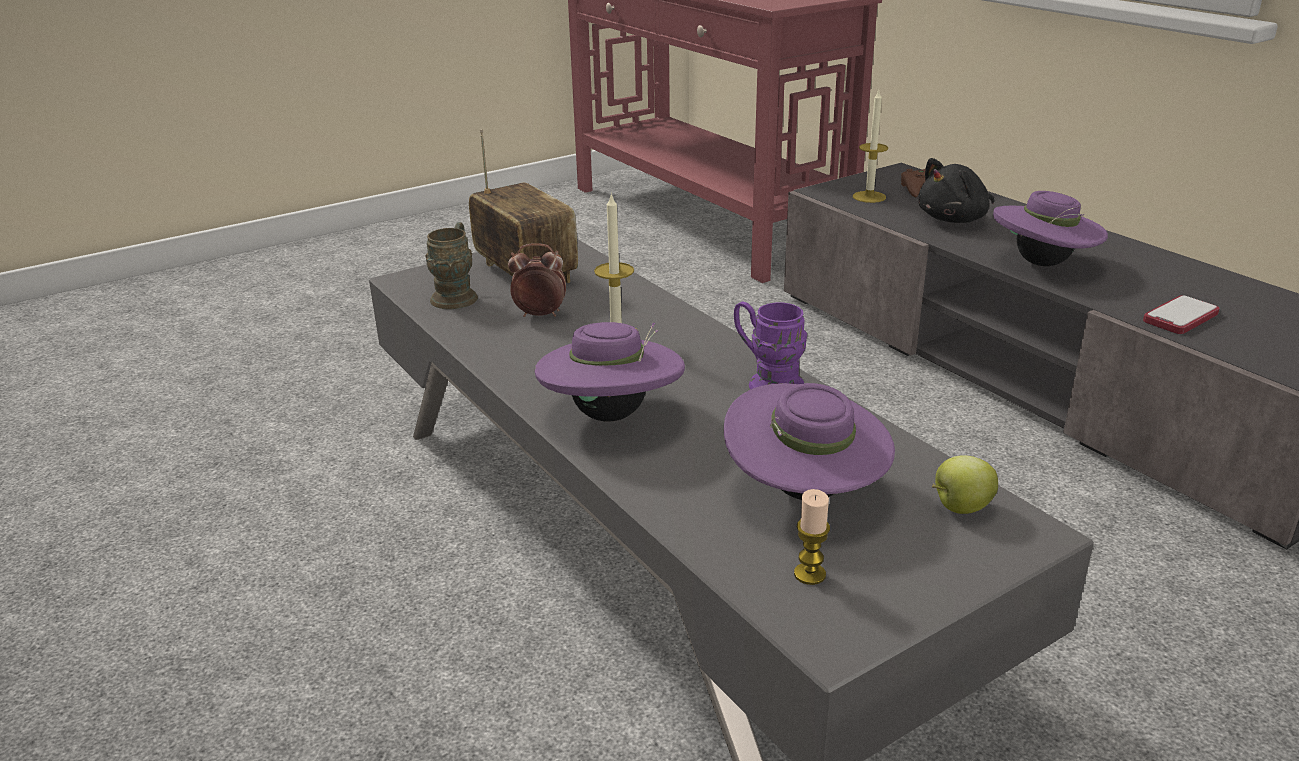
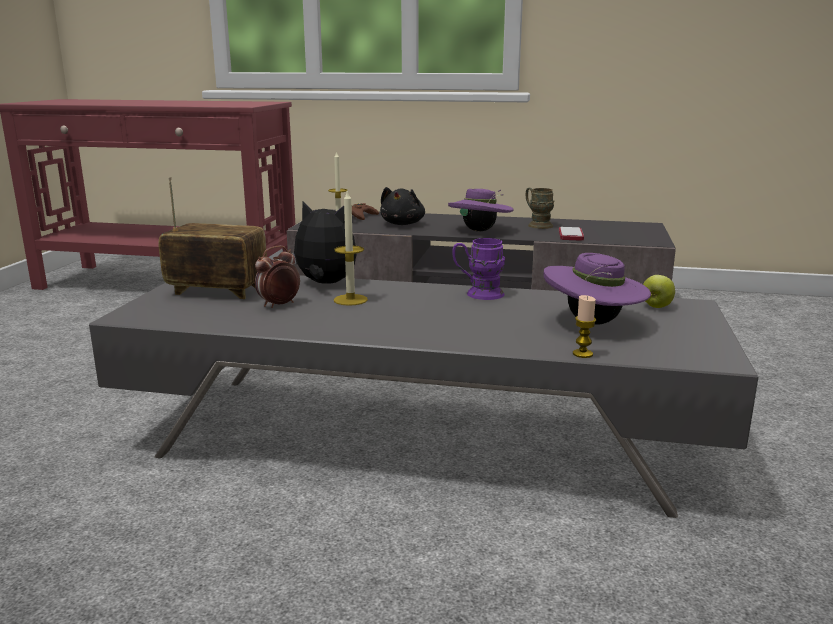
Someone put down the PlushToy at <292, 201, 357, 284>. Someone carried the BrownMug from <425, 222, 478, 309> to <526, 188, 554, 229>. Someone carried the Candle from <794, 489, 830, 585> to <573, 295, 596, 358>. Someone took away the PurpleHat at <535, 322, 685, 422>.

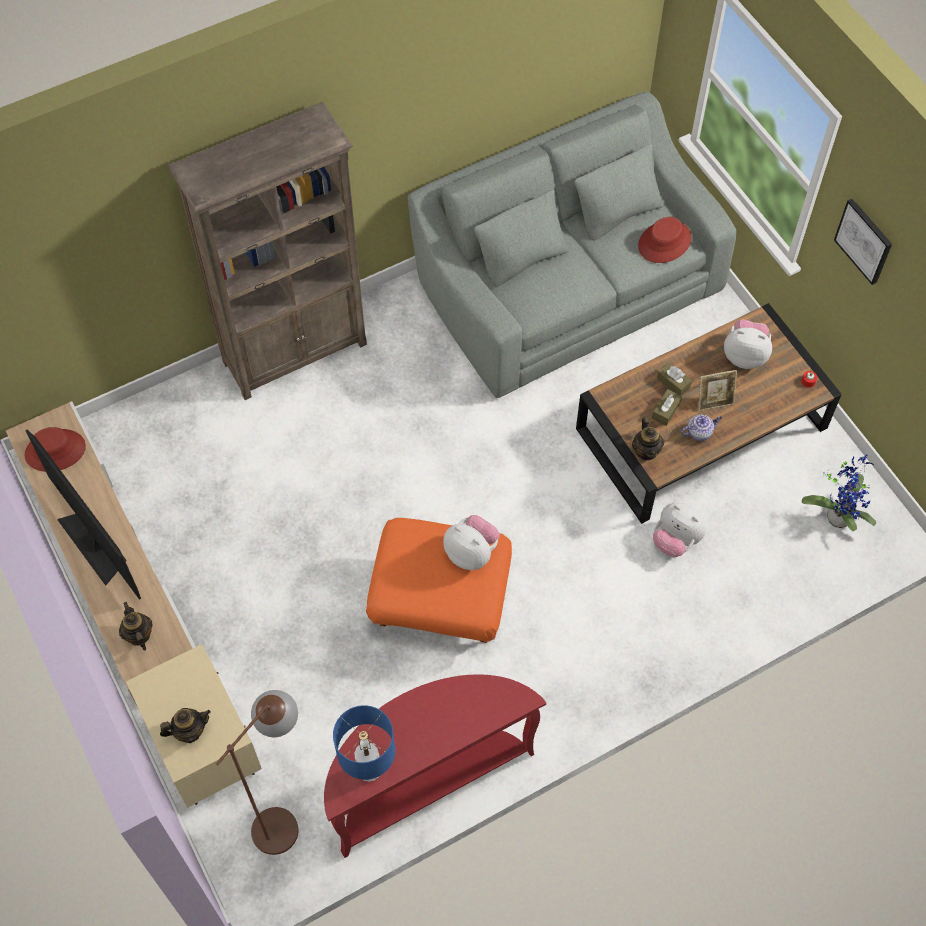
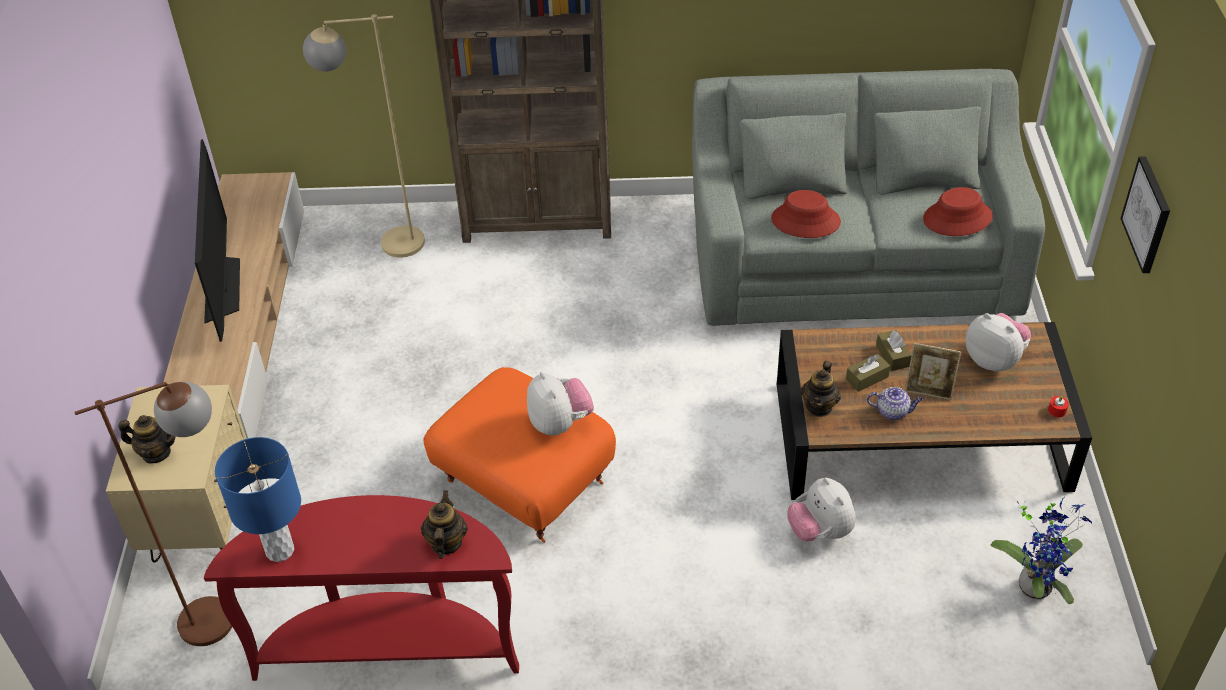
Someone put down the BeigeFloorLamp at <303, 14, 425, 258>. Someone carried the Teapot from <119, 602, 153, 651> to <421, 490, 468, 559>. Someone carried the RedHat from <25, 427, 86, 472> to <771, 190, 841, 238>.

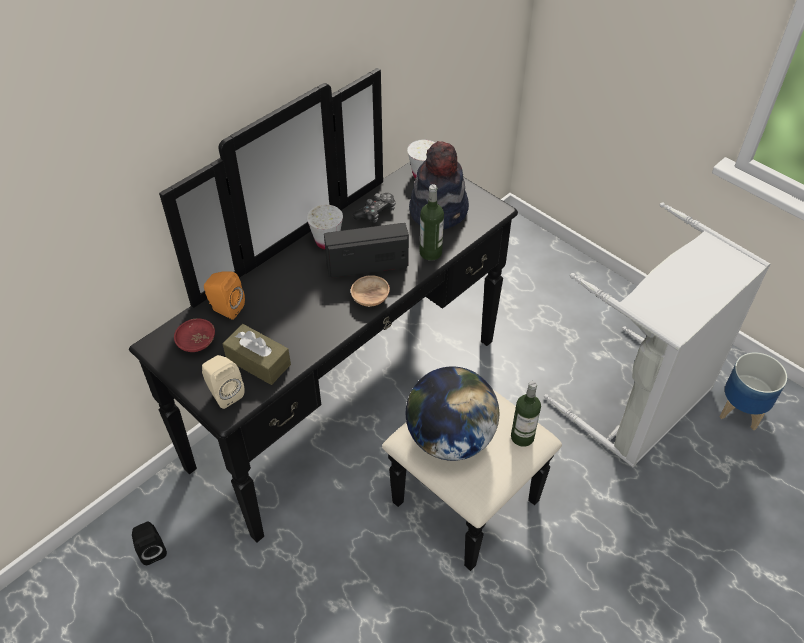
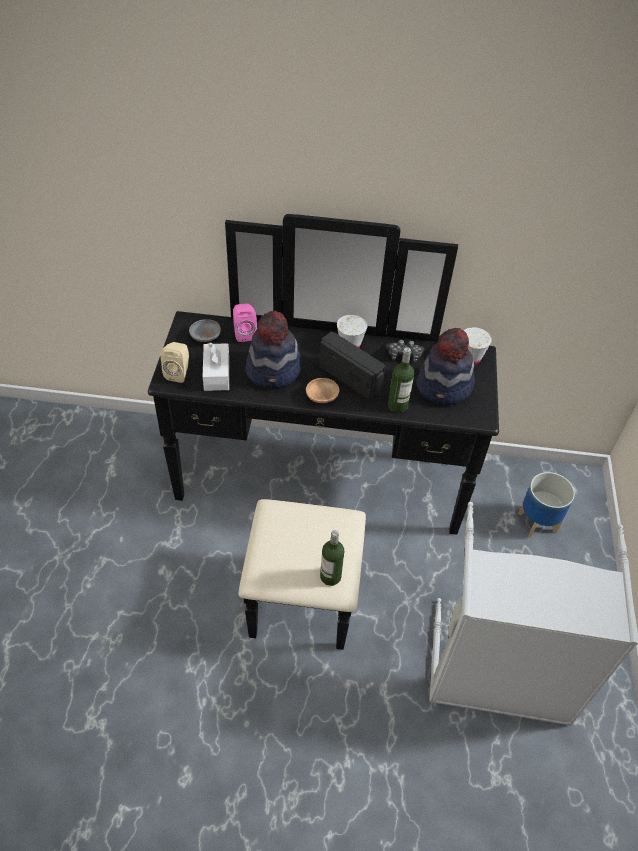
Someone repainted the RedBowl at <174, 318, 215, 352>, which became the GreyBowl at <189, 319, 221, 342>. Someone repainted the BrownTissueBox at <222, 324, 291, 385>, which became the WhiteTissueBox at <203, 343, 229, 391>. Someone repainted the OrangeSpeaker at <204, 271, 245, 320>, which became the PinkSpeaker at <233, 303, 257, 342>. Someone put down the Hat at <246, 310, 302, 388>. Someone carried the Planter from <719, 352, 787, 430> to <518, 472, 575, 538>. Someone took away the BlackSpeaker at <132, 522, 167, 565>. Someone took away the Globe at <406, 366, 499, 461>.

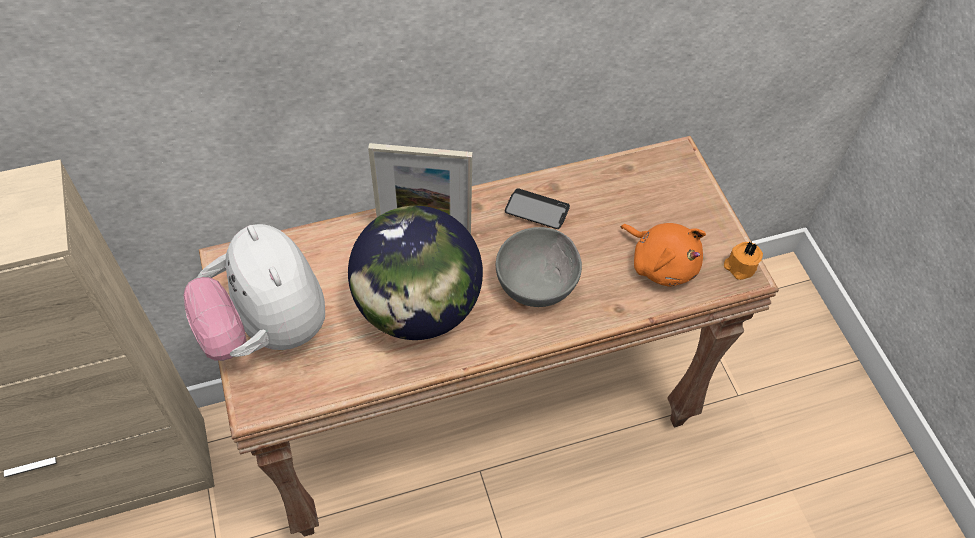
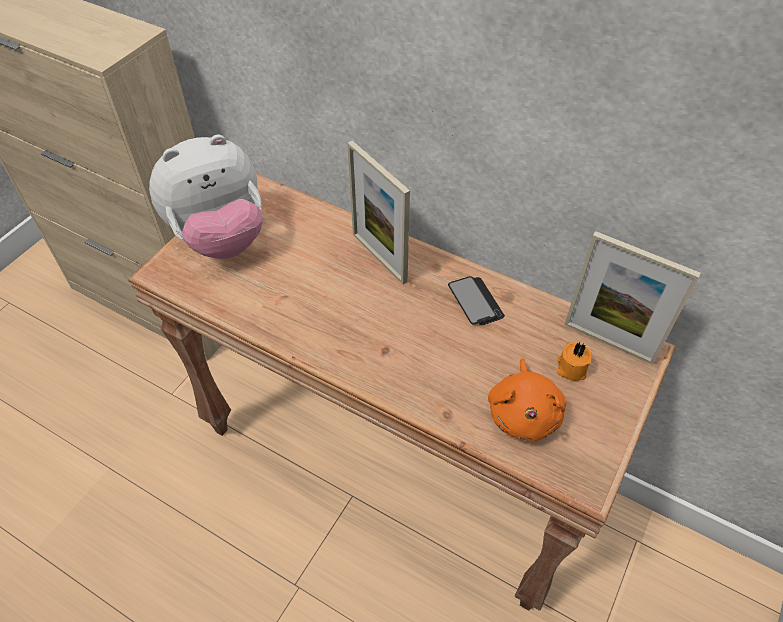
Someone rotated the PlushToy at <183, 224, 325, 361> by 135 degrees counterclockwise. Someone carried the OrangeCandle from <724, 242, 763, 280> to <557, 342, 592, 381>. Someone put down the PictureFrame at <564, 231, 701, 365>. Someone took away the Globe at <348, 206, 483, 340>. Someone took away the GreyBowl at <496, 227, 582, 307>.

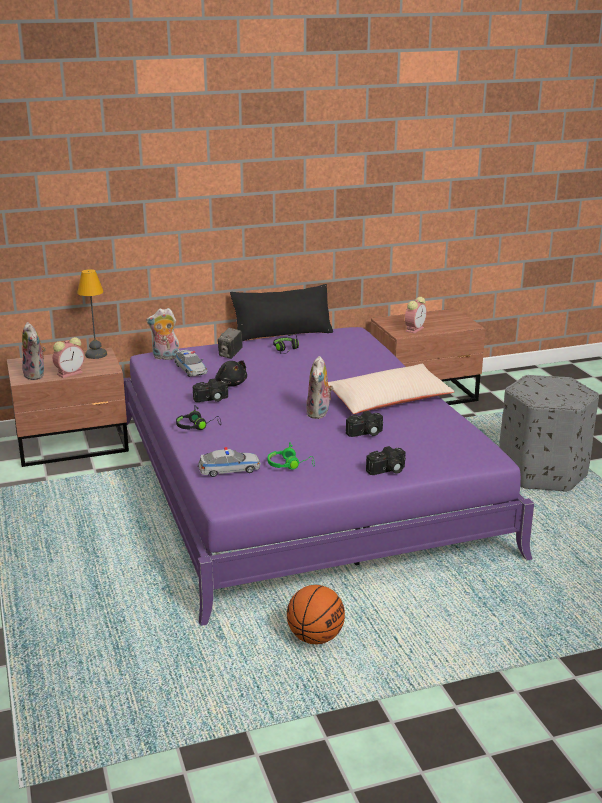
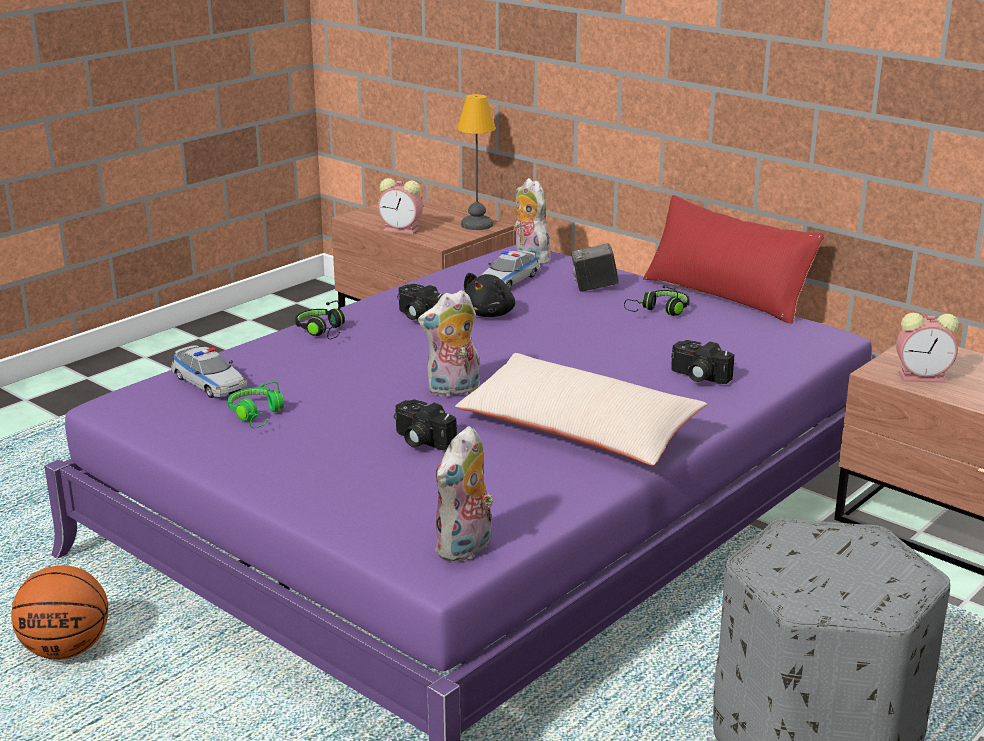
Someone carried the PlushToy from <22, 322, 46, 380> to <435, 426, 494, 563>. Someone repainted the BlackPillow at <230, 284, 333, 341>, which became the RedPillow at <643, 195, 825, 324>. Someone carried the PhotoCamera from <366, 446, 406, 475> to <671, 340, 734, 384>.

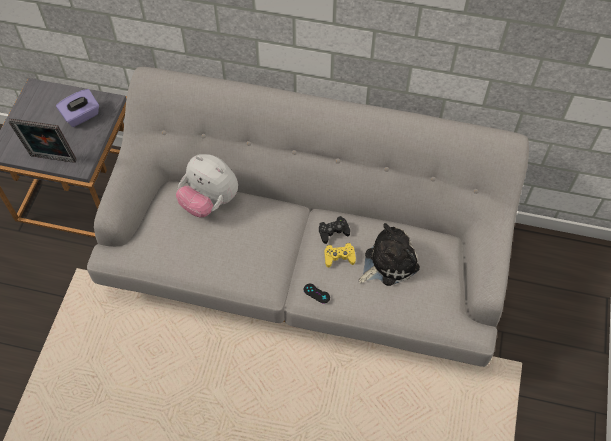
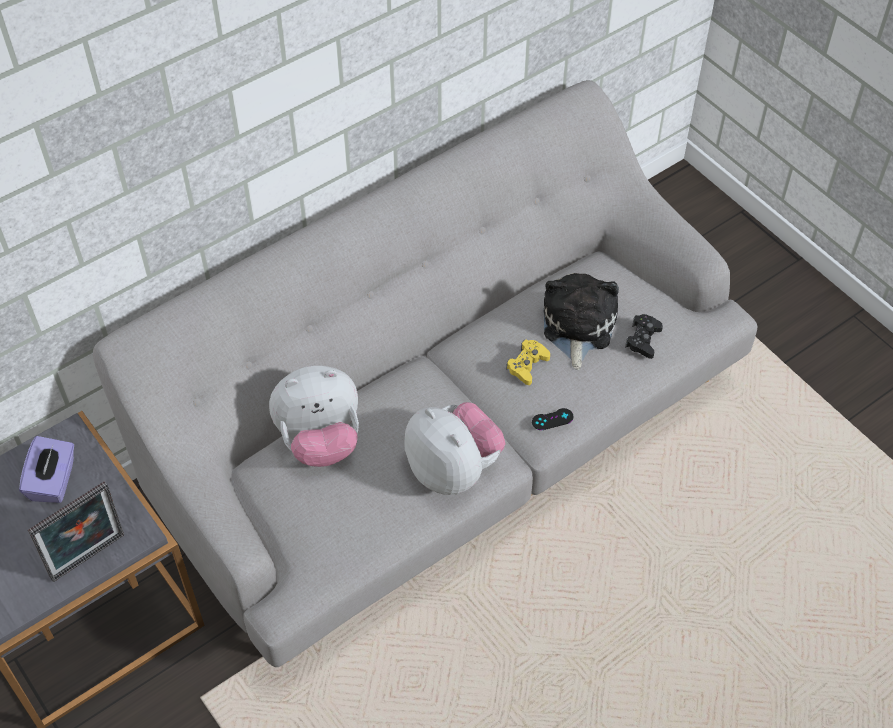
Someone put down the PlushToy at <404, 402, 505, 495>. Someone carried the BlackGameController from <319, 216, 350, 244> to <625, 314, 663, 359>.

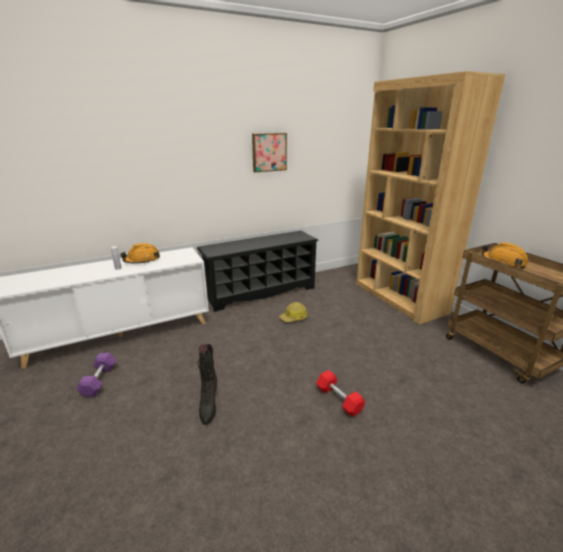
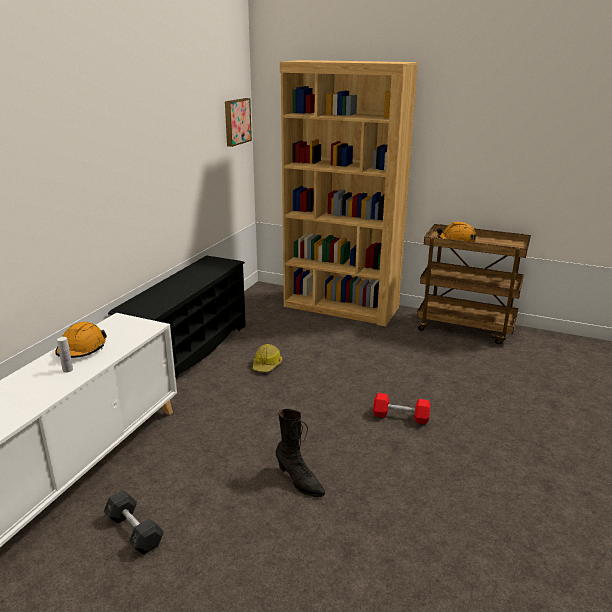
Someone repainted the PurpleDumbbell at <76, 353, 116, 397>, which became the GreyDumbbell at <104, 490, 164, 555>. Someone carried the Picture from <252, 133, 287, 172> to <225, 98, 252, 147>.

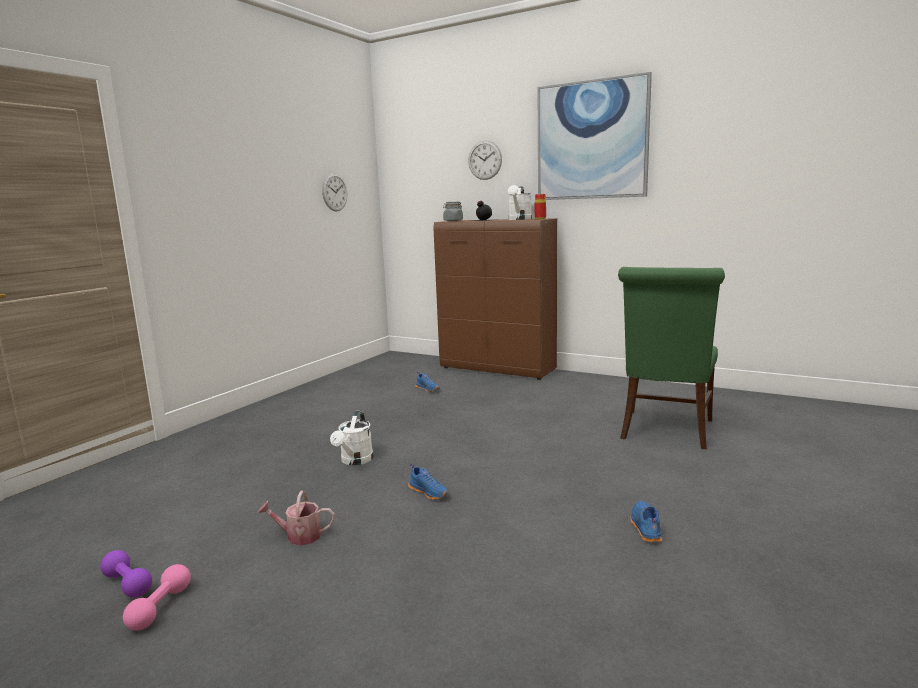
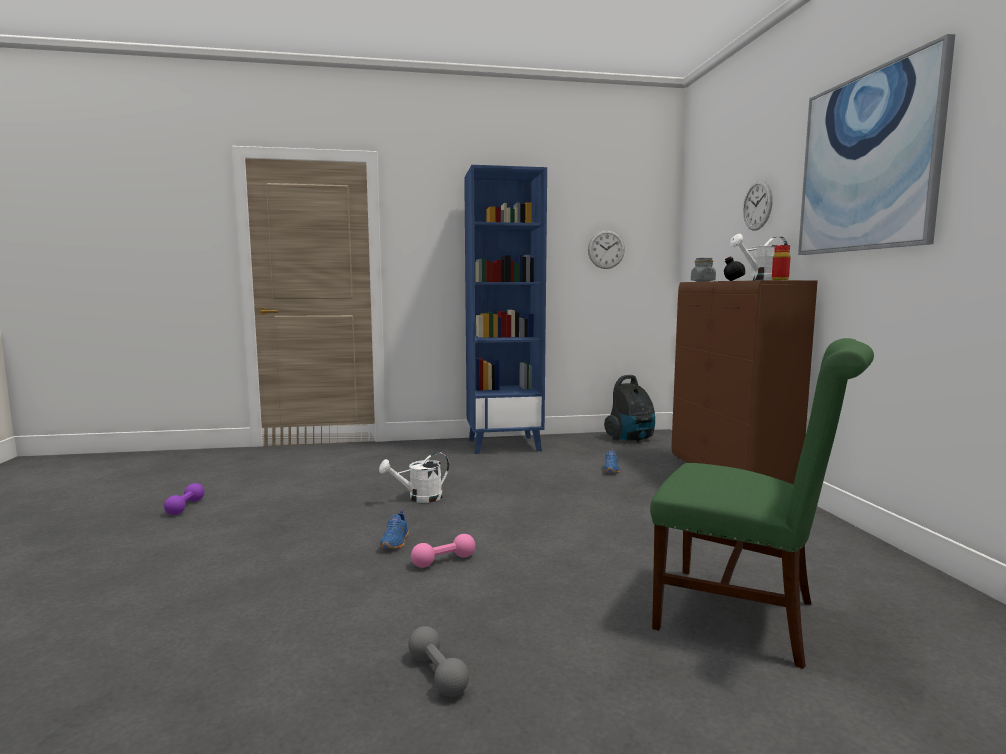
Someone swapped the BlueShoe at <631, 501, 662, 542> for the GreyDumbbell at <408, 626, 469, 697>. Someone carried the PinkDumbbell from <123, 564, 191, 630> to <411, 534, 475, 568>. Someone put down the BlueBookcase at <464, 165, 547, 454>. Someone put down the VacuumCleaner at <604, 375, 655, 442>. Someone rotated the GreenChair at <618, 267, 725, 449> by 135 degrees counterclockwise. Someone took away the WateringCan at <258, 491, 335, 545>.

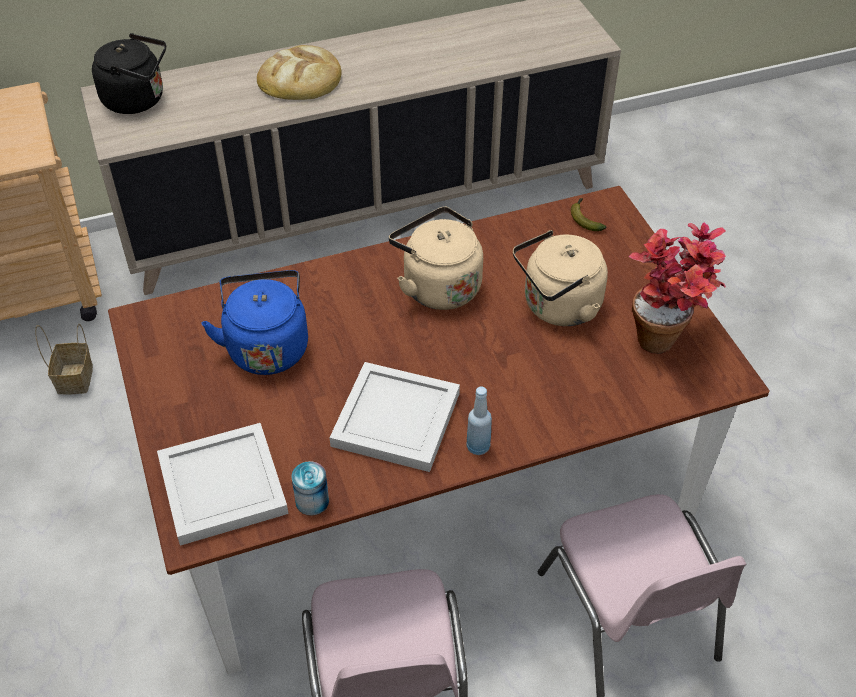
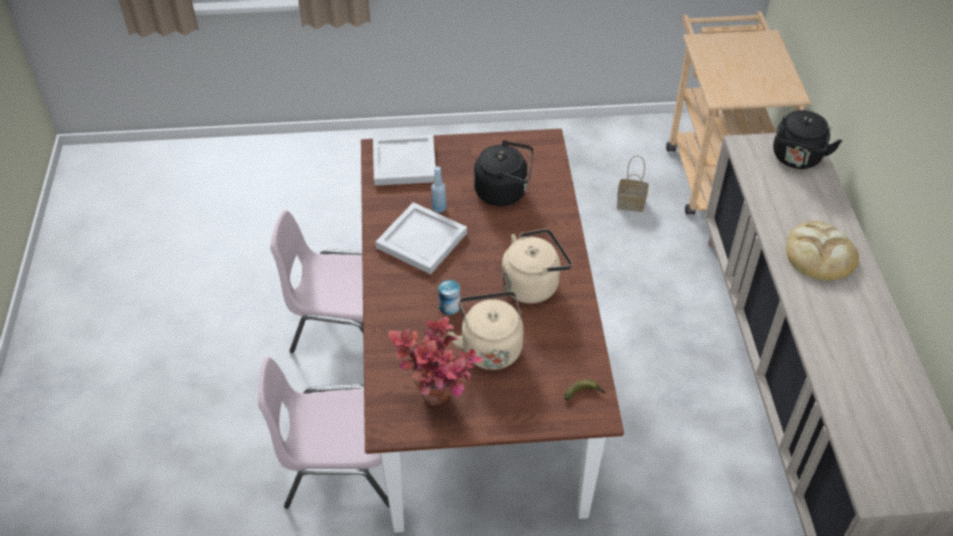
Someone carried the BlueBottle from <466, 387, 492, 455> to <431, 166, 446, 213>. Someone carried the Can from <291, 461, 329, 516> to <438, 280, 460, 315>. Someone repainted the BlueKettle at <201, 270, 308, 375>, which became the BlackKettle at <474, 140, 533, 206>.

